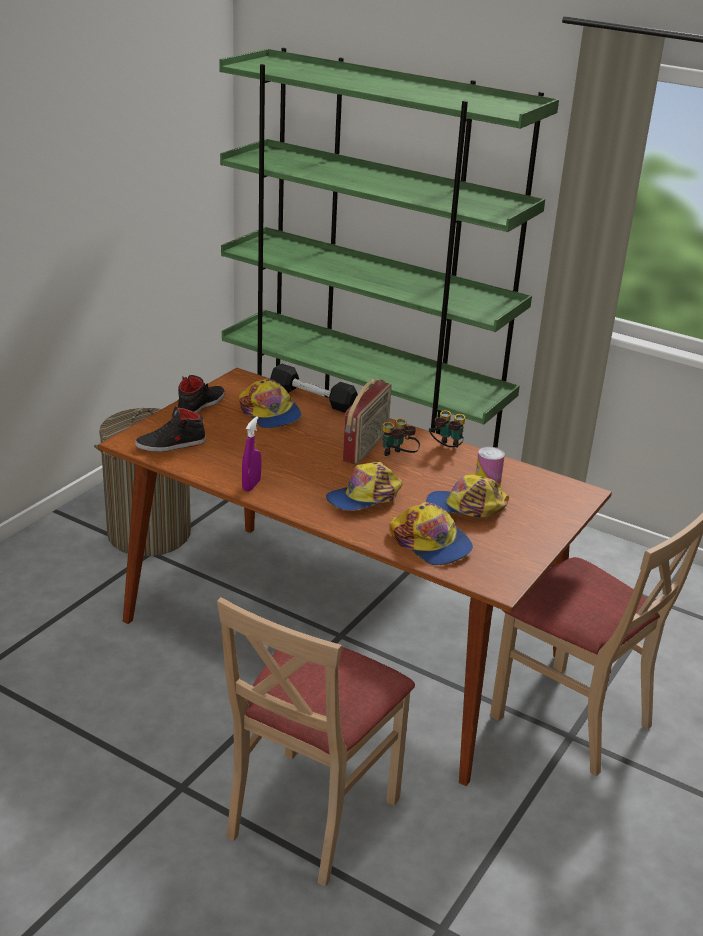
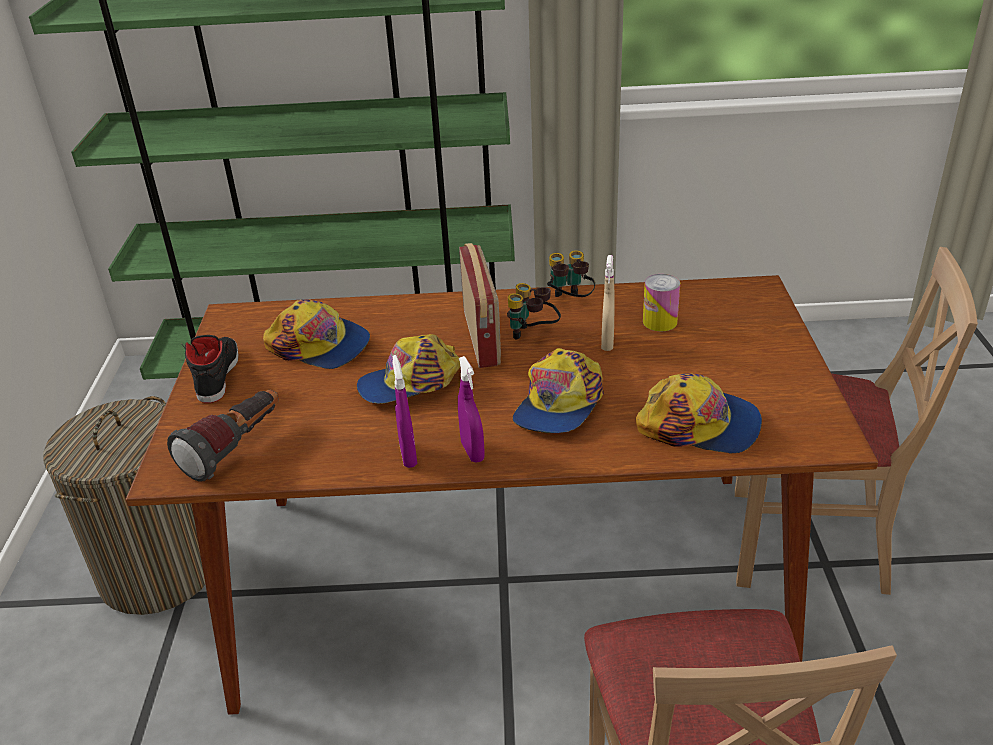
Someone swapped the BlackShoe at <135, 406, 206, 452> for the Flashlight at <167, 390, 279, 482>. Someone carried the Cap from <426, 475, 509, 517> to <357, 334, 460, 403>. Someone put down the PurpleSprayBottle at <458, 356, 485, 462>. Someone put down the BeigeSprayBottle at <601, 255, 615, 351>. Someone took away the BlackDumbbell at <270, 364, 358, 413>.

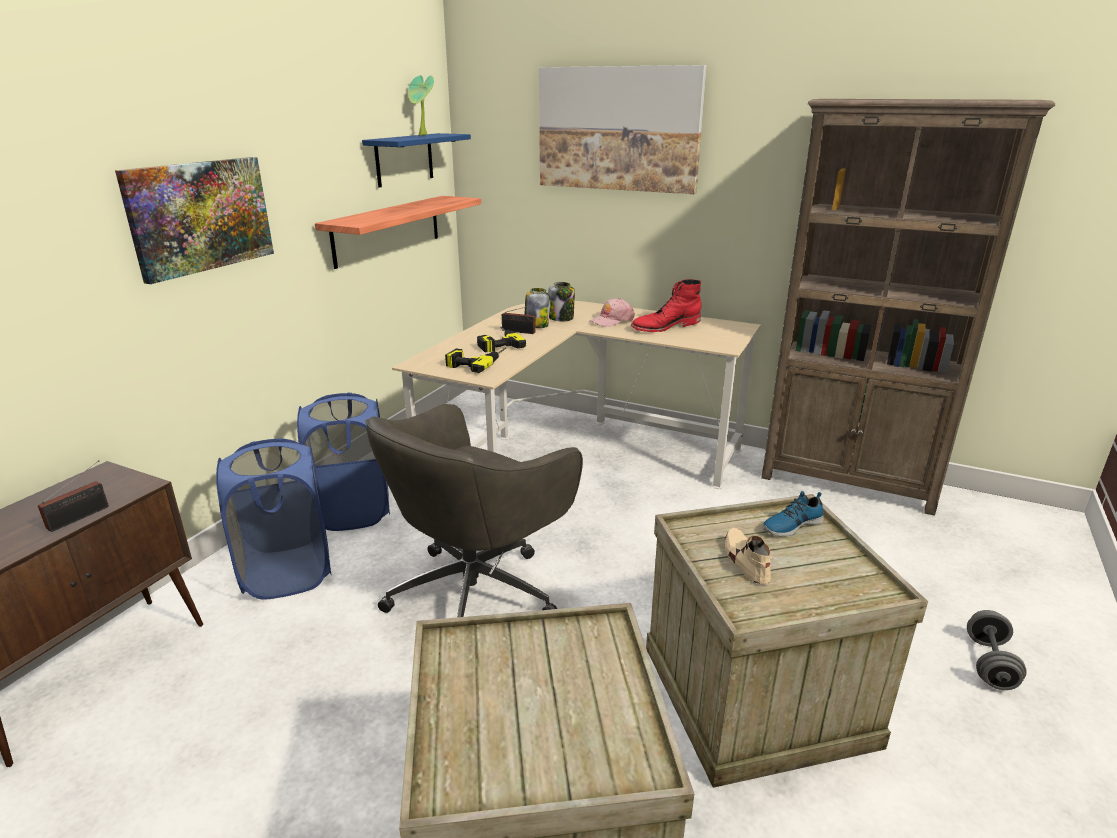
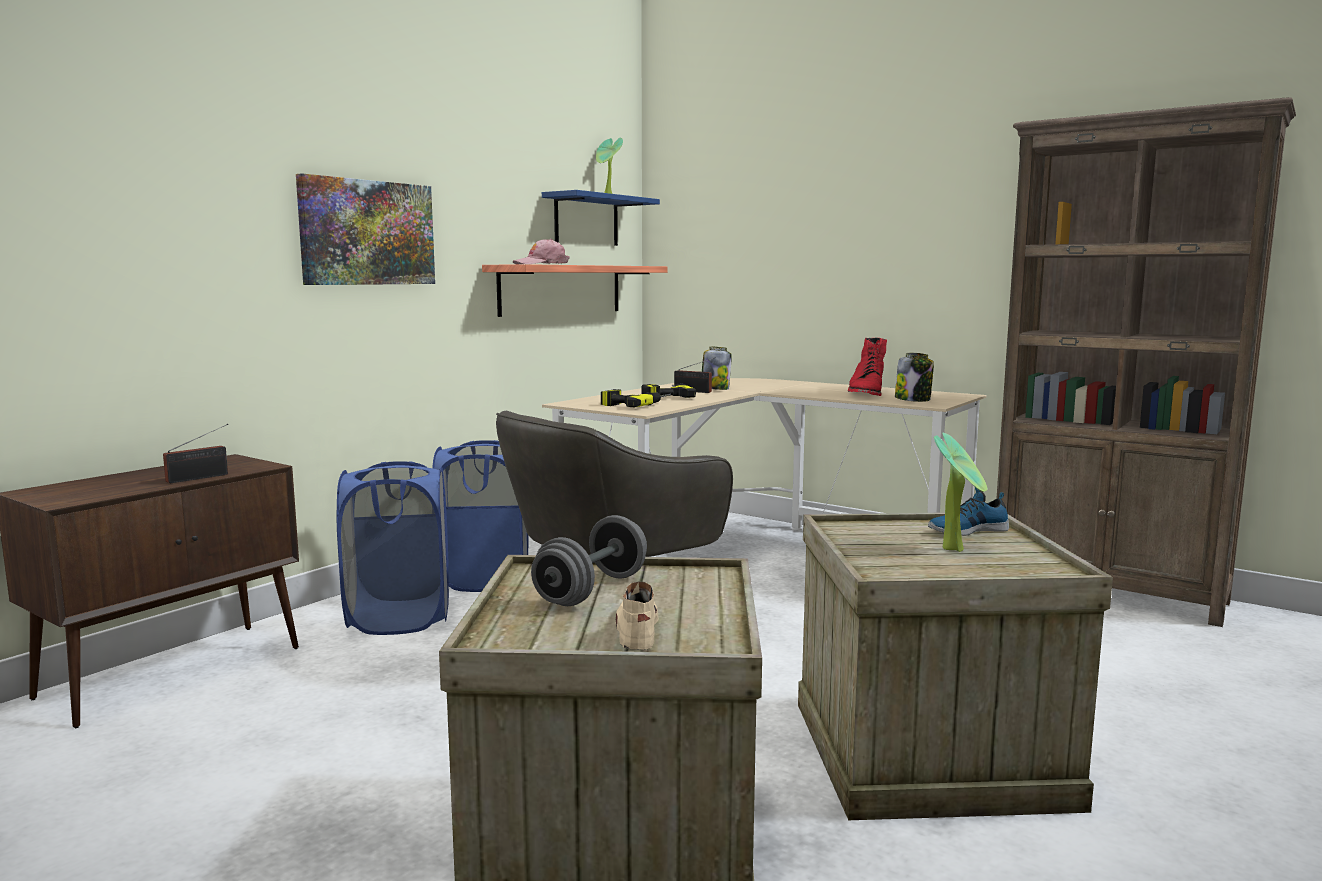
Someone carried the PinkCap from <589, 298, 635, 327> to <513, 239, 570, 264>. Someone carried the GreyDumbbell from <967, 610, 1027, 690> to <531, 515, 647, 606>. Someone carried the BeigeShoe from <725, 528, 771, 584> to <615, 581, 659, 650>. Someone rotated the RedBoot at <631, 279, 701, 332> by 60 degrees counterclockwise. Someone carried the Jar from <548, 282, 575, 321> to <895, 353, 934, 402>. Someone put down the PottedPlant at <934, 432, 987, 552>. Someone took away the Picture at <539, 65, 707, 194>.

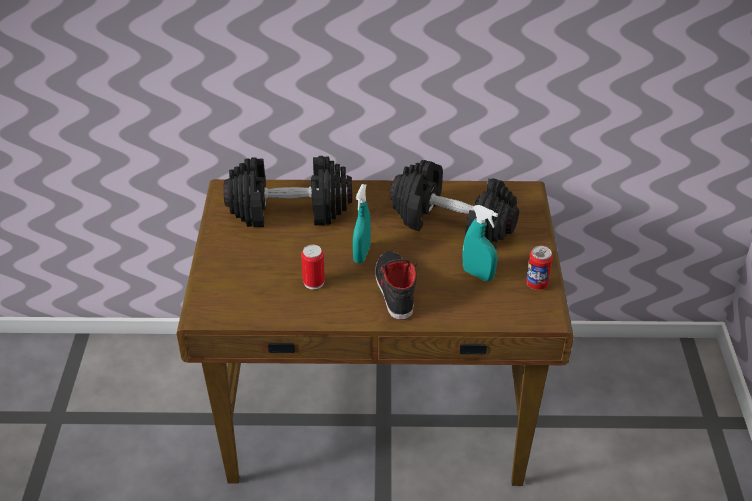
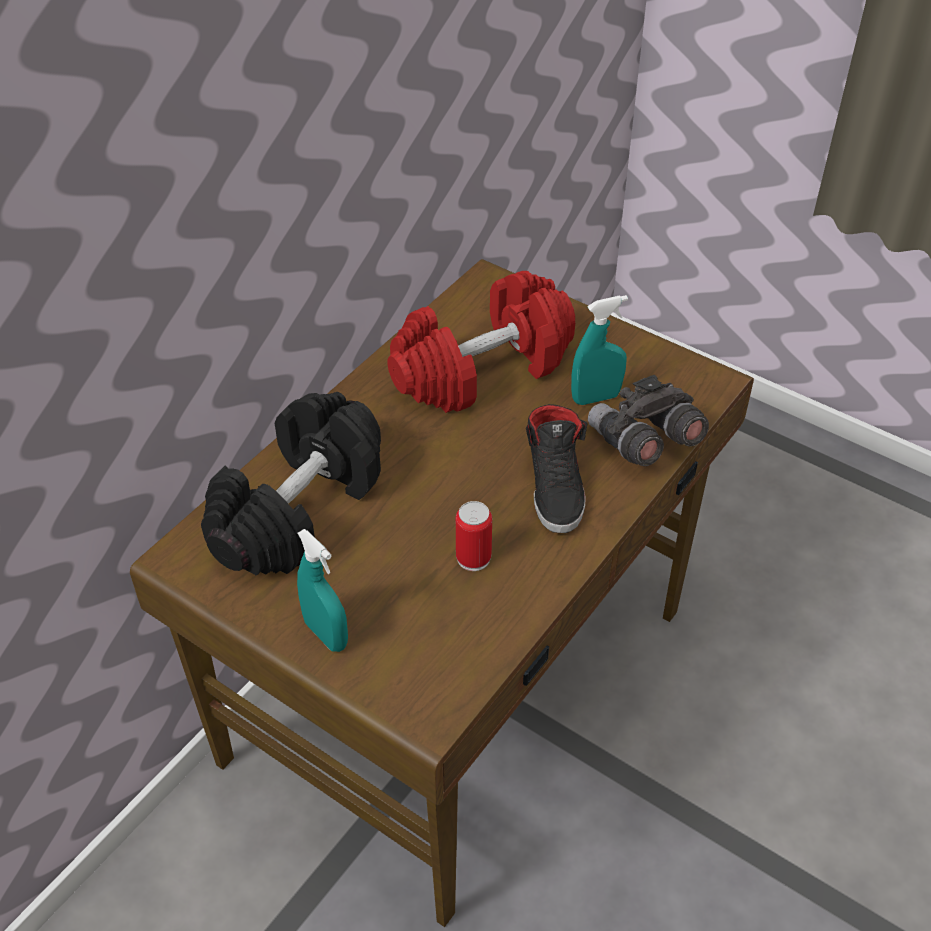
Someone carried the TurquoiseSprayBottle from <353, 184, 371, 263> to <297, 529, 348, 652>. Someone repainted the BlackDumbbell at <390, 160, 519, 243>, which became the RedDumbbell at <388, 271, 575, 413>. Someone rotated the BlackShoe at <375, 251, 417, 320> by 120 degrees counterclockwise. Someone put down the GreyBinoculars at <588, 375, 709, 466>. Someone took away the Can at <526, 246, 553, 290>.

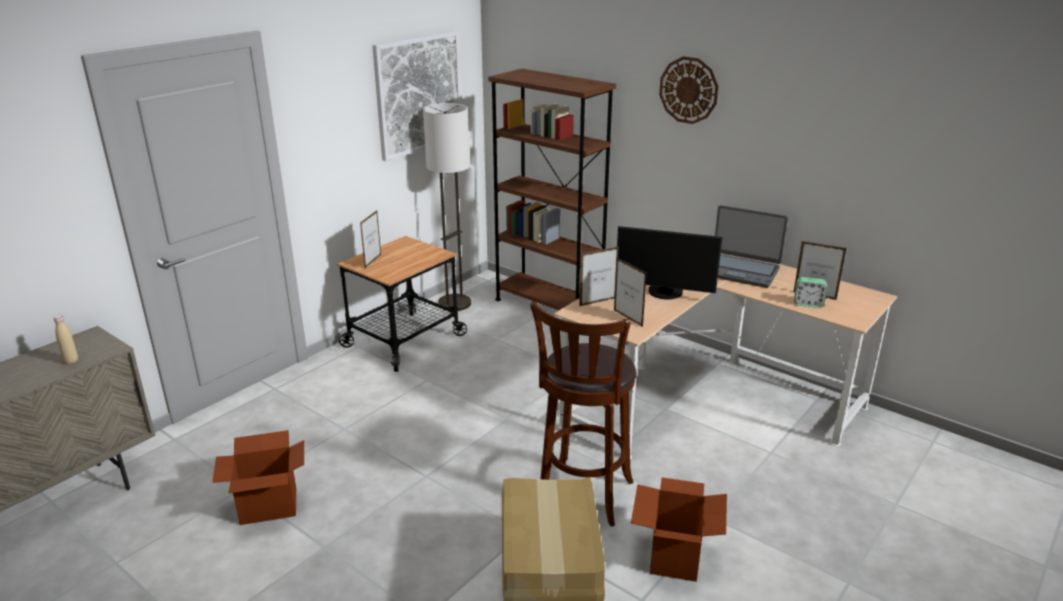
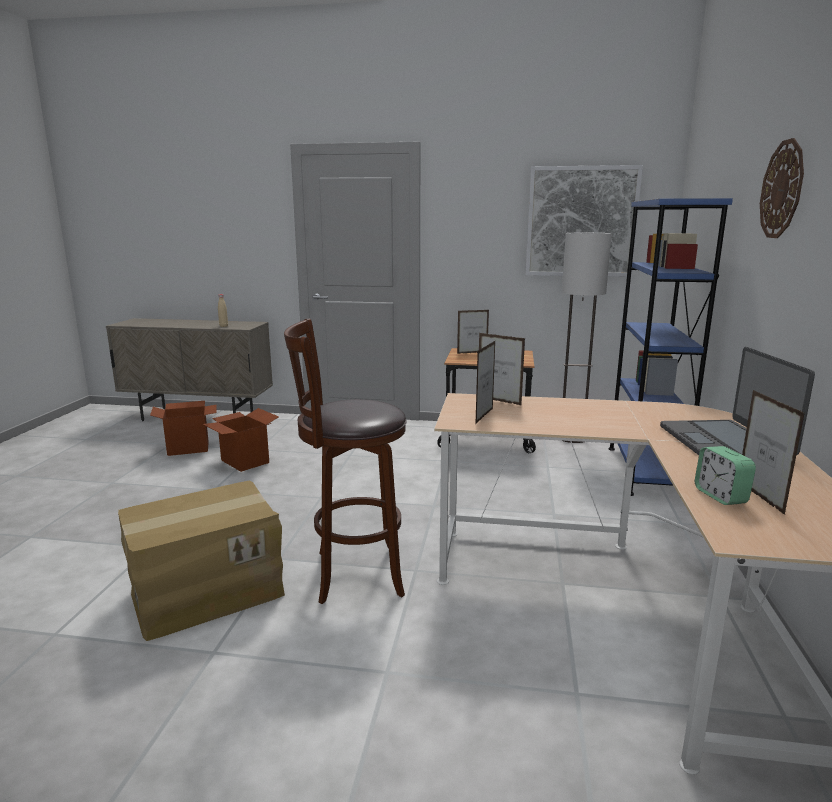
Someone carried the CardboardBox from <631, 478, 727, 582> to <150, 401, 217, 456>. Someone repainted the BrownBookcase at <488, 69, 616, 310>, which became the BlueBookcase at <608, 198, 733, 496>. Someone took away the Monitor at <617, 226, 722, 299>.

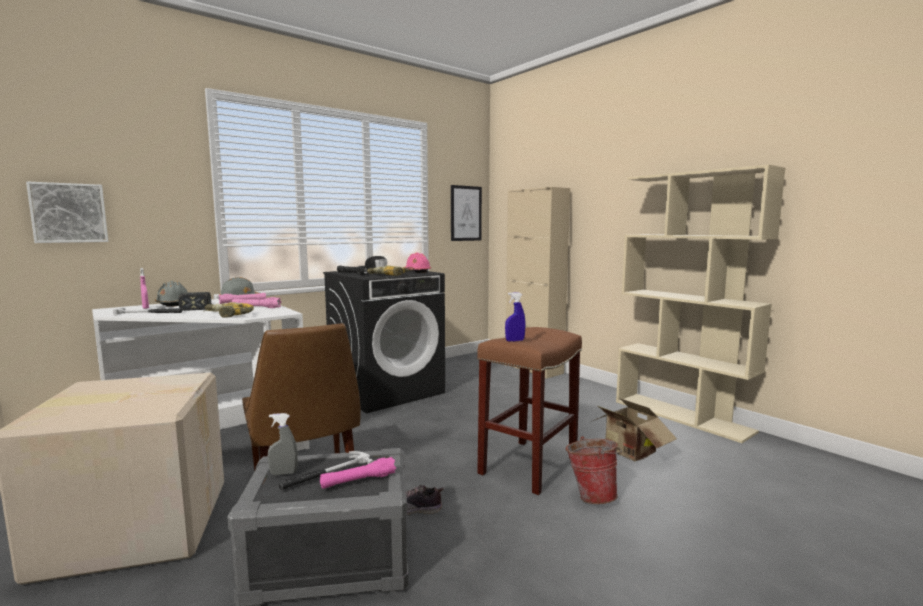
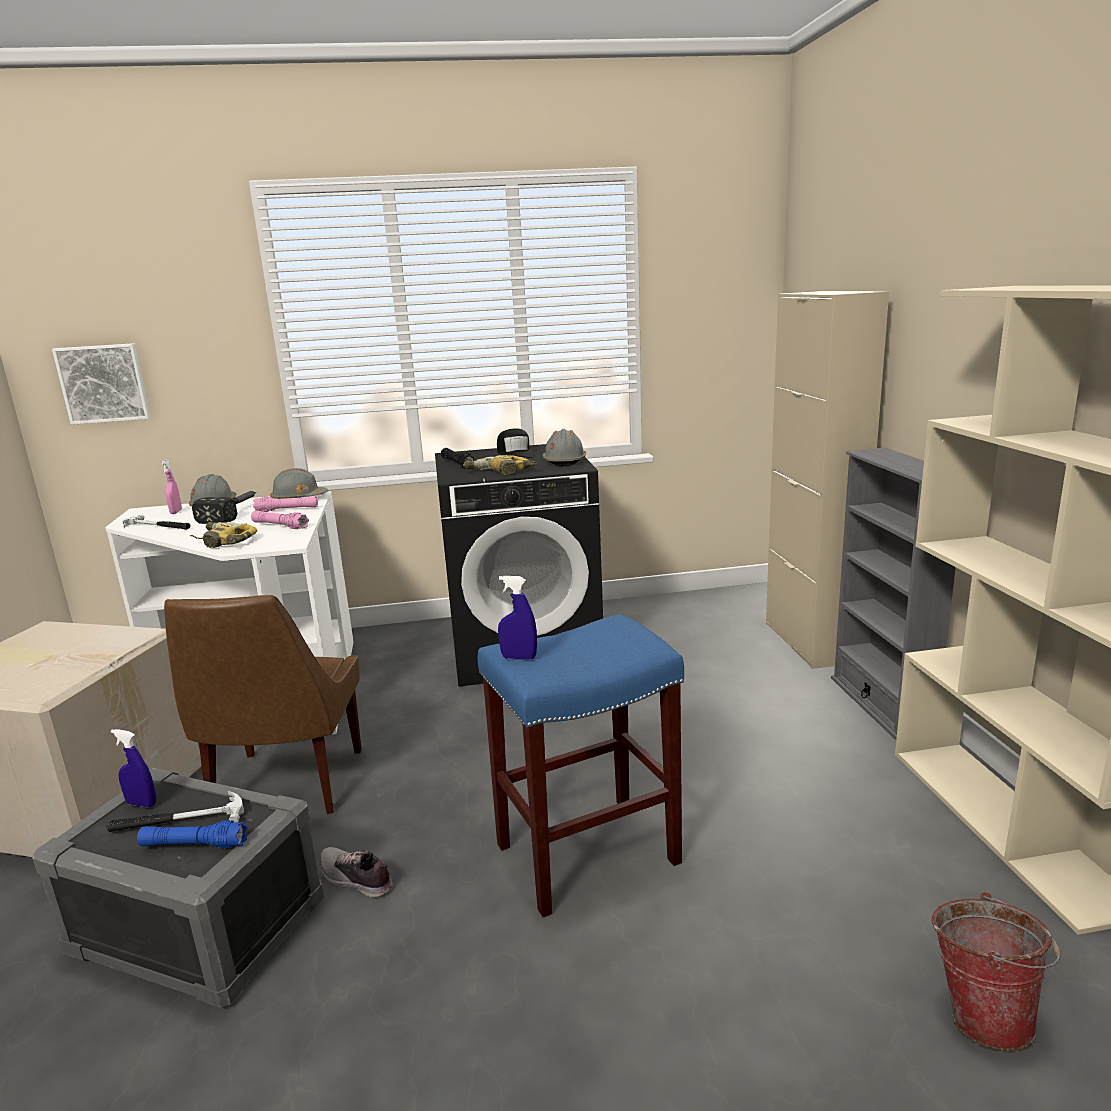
Someone repainted the GreySprayBottle at <268, 413, 298, 475>, which became the BlueSprayBottle at <111, 729, 156, 807>. Someone repainted the PinkFlashlight at <320, 457, 396, 489>, which became the BlueFlashlight at <137, 821, 248, 848>. Someone repainted the BrownStool at <477, 327, 582, 495>, which became the BlueStool at <478, 614, 684, 917>. Someone repainted the PinkHardHat at <404, 253, 431, 273>, which became the GreyHardHat at <543, 429, 586, 467>. Someone put down the GreyBookcase at <831, 448, 956, 740>. Someone carried the Bucket from <566, 436, 622, 504> to <931, 892, 1061, 1051>. Someone took away the Picture at <451, 185, 482, 241>. Someone took away the CardboardBox at <590, 398, 677, 461>.

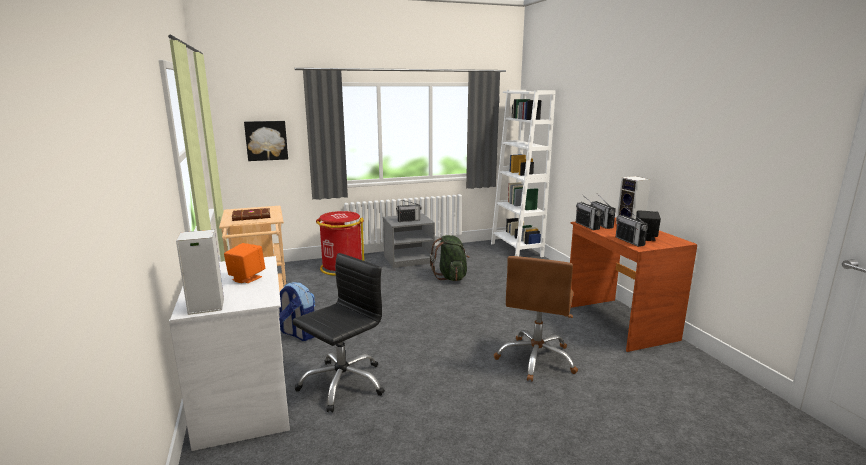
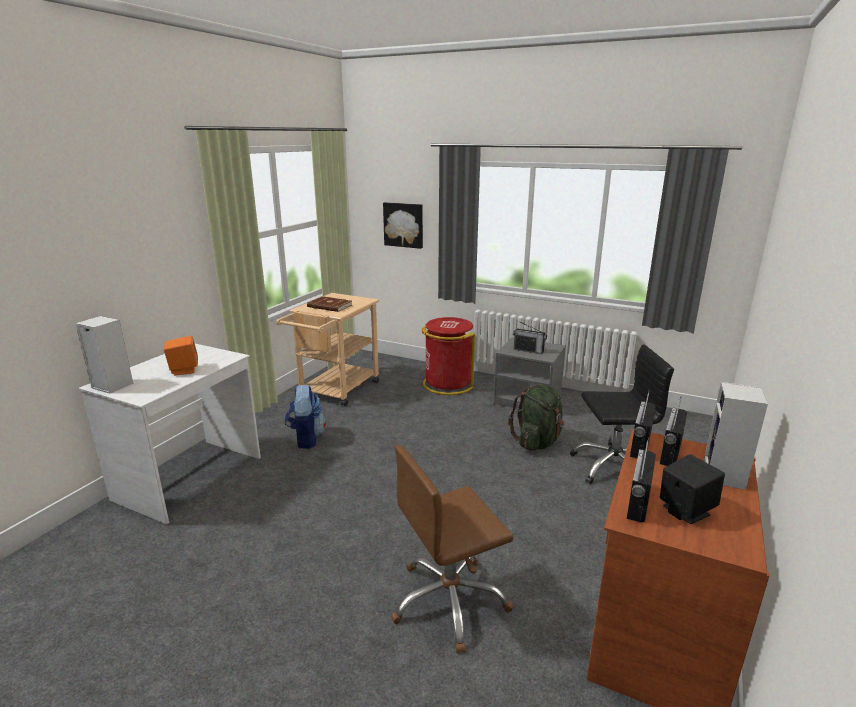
Someone carried the BlackOfficeChair from <292, 253, 385, 412> to <570, 345, 674, 484>. Someone took away the WhiteBookcase at <491, 90, 556, 257>.

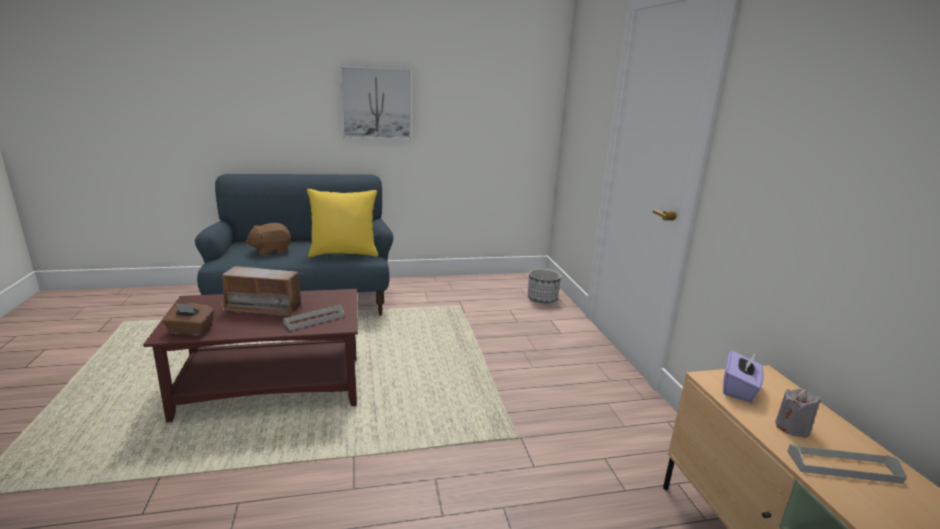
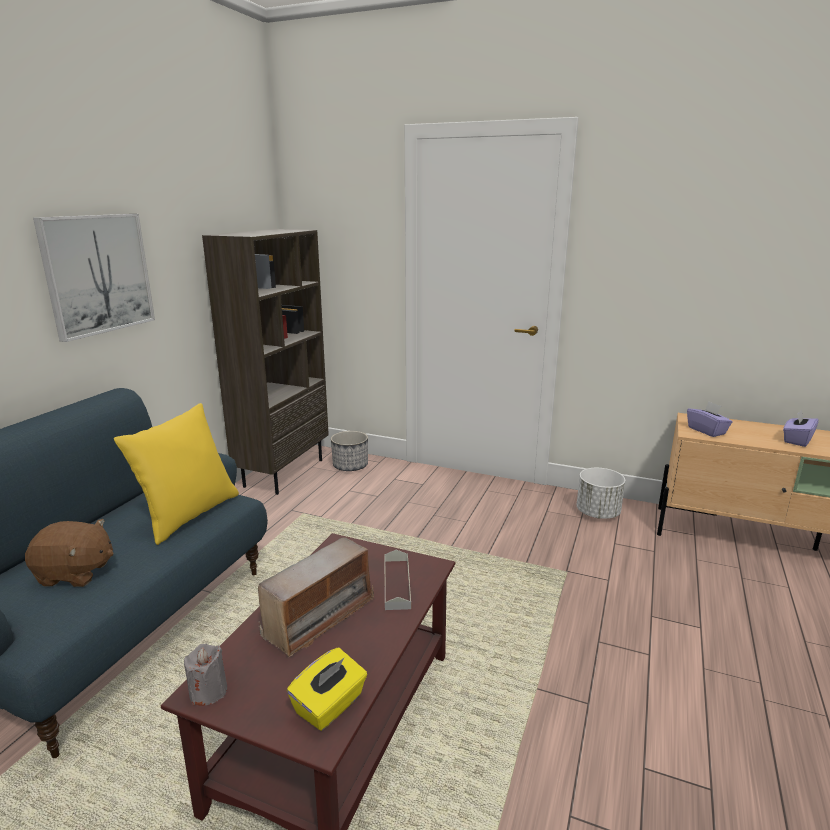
Someone rotated the BrownPlushToy at <246, 223, 291, 256> by 90 degrees counterclockwise. Someone carried the GreyCandle from <775, 389, 821, 438> to <184, 644, 227, 706>. Someone put down the BrownBookcase at <202, 229, 329, 495>. Someone repainted the BrownTissueBox at <162, 303, 214, 335>, which became the YellowTissueBox at <287, 648, 367, 731>. Someone put down the WhitePlanter at <577, 468, 625, 519>. Someone swapped the GreyTray at <787, 444, 907, 484> for the PurpleTissueBox at <783, 410, 819, 447>.

